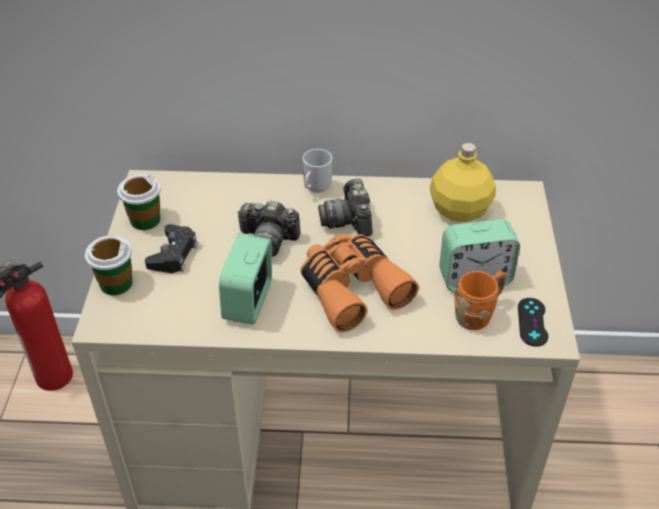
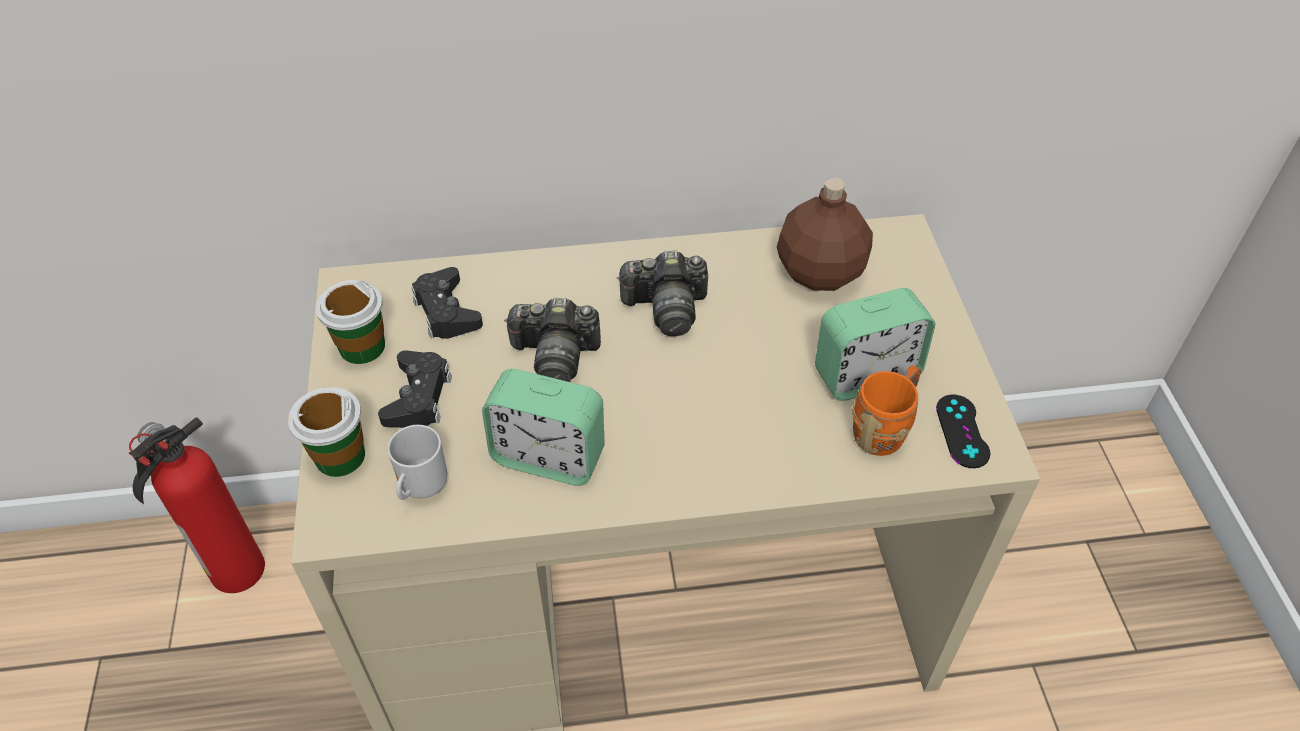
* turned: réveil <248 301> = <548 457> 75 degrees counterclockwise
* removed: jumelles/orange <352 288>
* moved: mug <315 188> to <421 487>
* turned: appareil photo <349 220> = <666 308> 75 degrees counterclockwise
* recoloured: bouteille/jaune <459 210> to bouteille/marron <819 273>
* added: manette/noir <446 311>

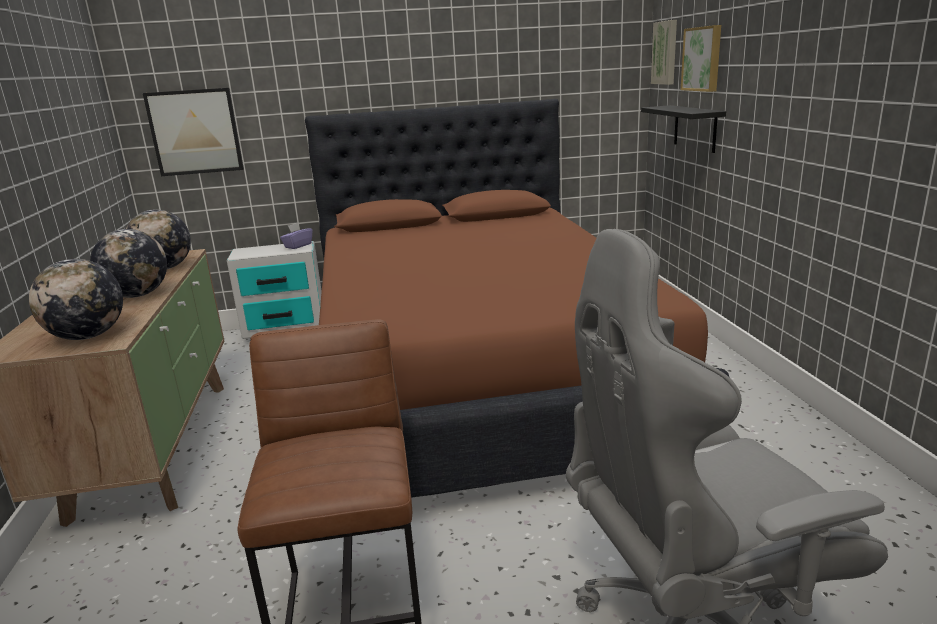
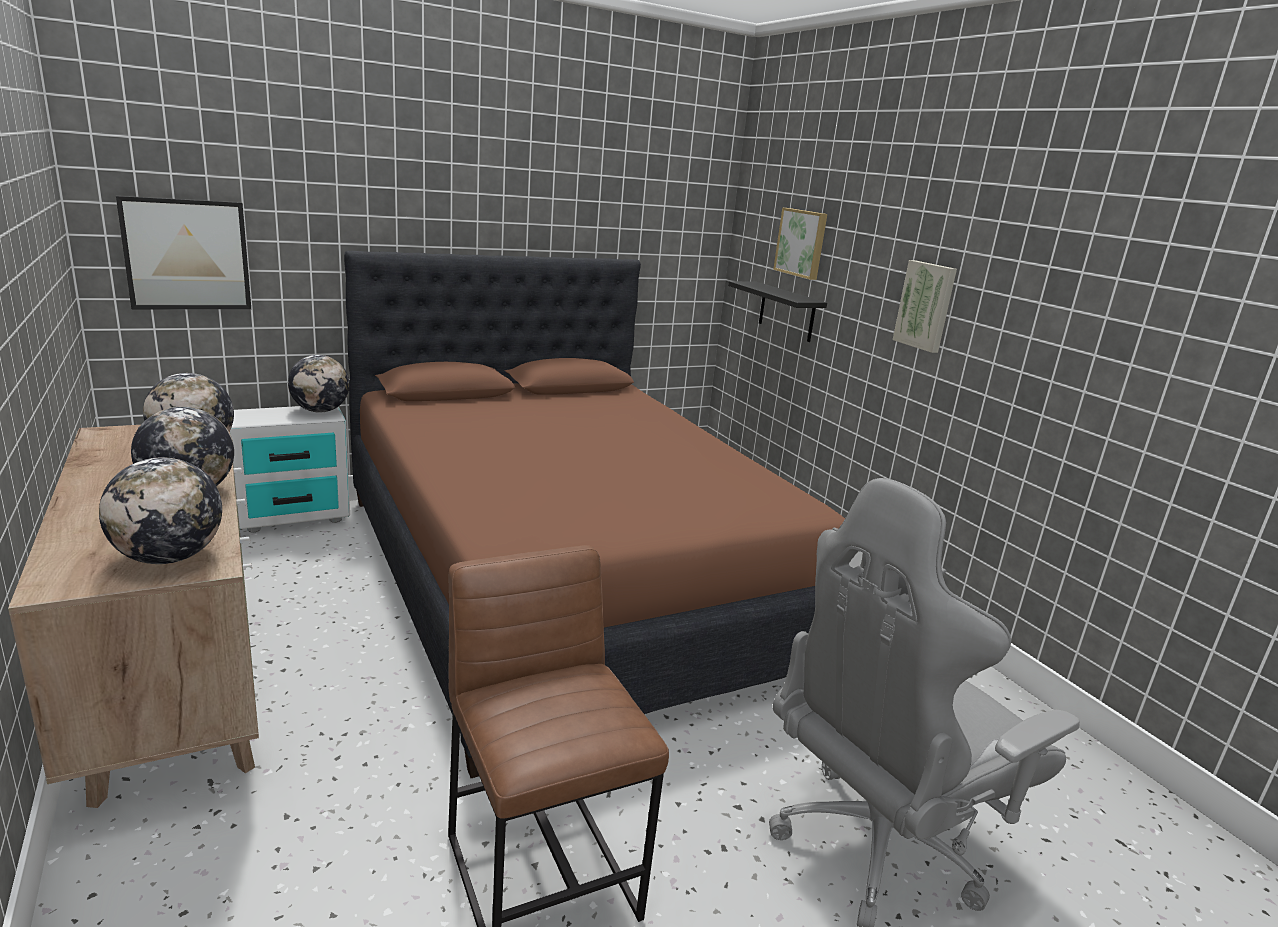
* replaced: boîte à mouchoirs/violet <298 246> to globe <320 411>
* moved: tableau <666 53> to <926 306>

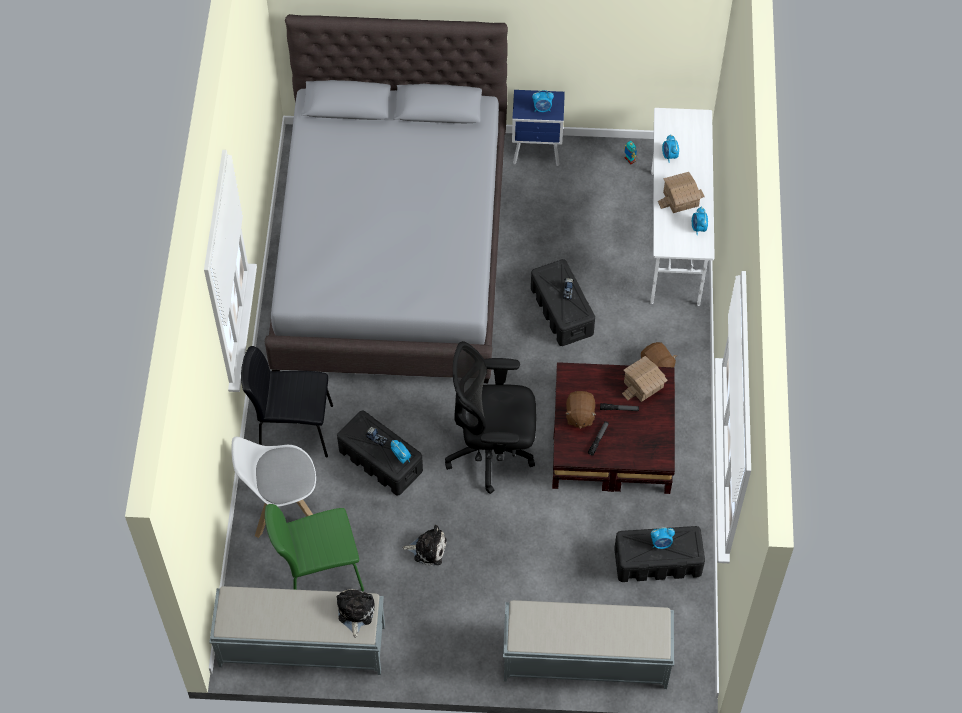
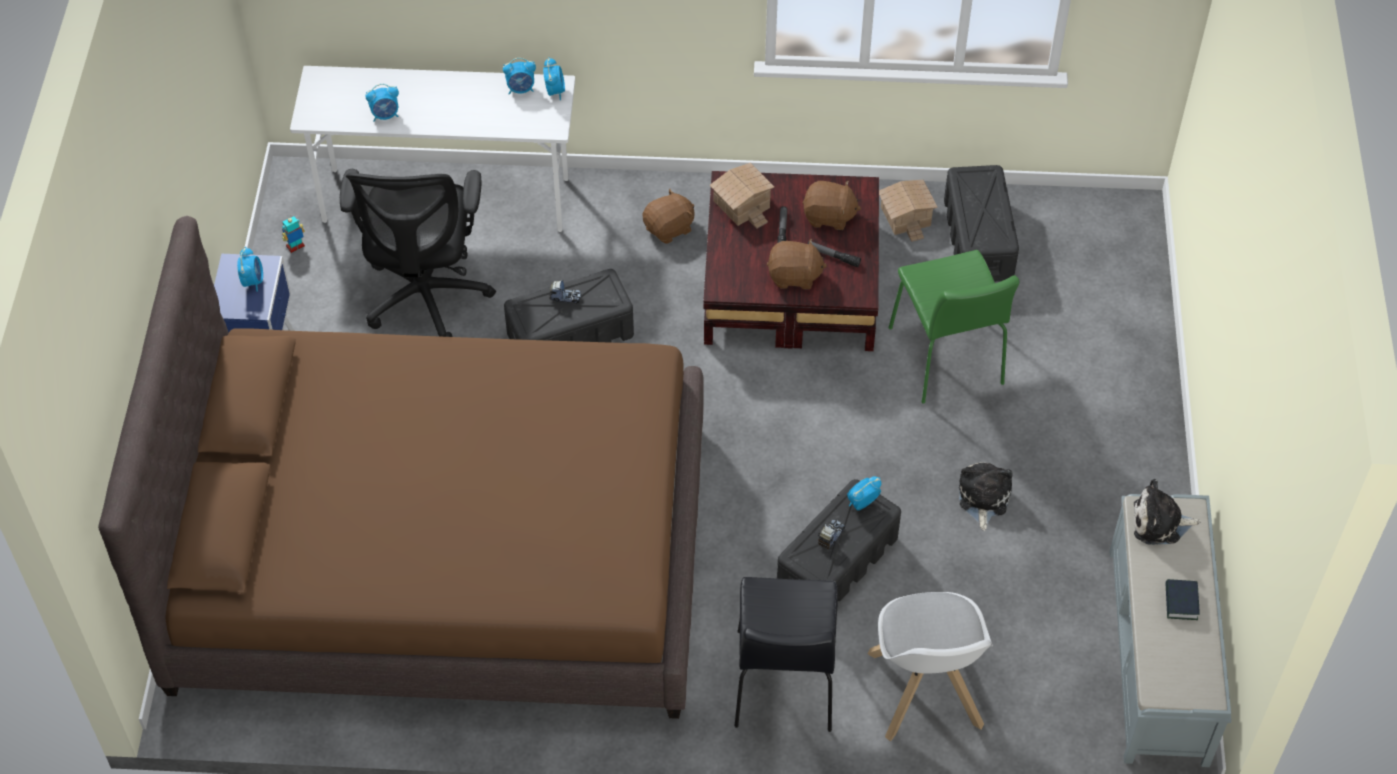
* recoloured: lit/gris <392 251> to lit/marron <442 554>
* moved: chaise/vert <318 573> to <948 359>
* moved: chaise de bureau/noir <494 450> to <425 289>
* removed: banc/gris <584 659>
* moved: réveil <661 543> to <555 91>
* moved: maison miniature <681 200> to <906 216>
* added: peluche/marron <829 216>
* added: livre <1181 602>

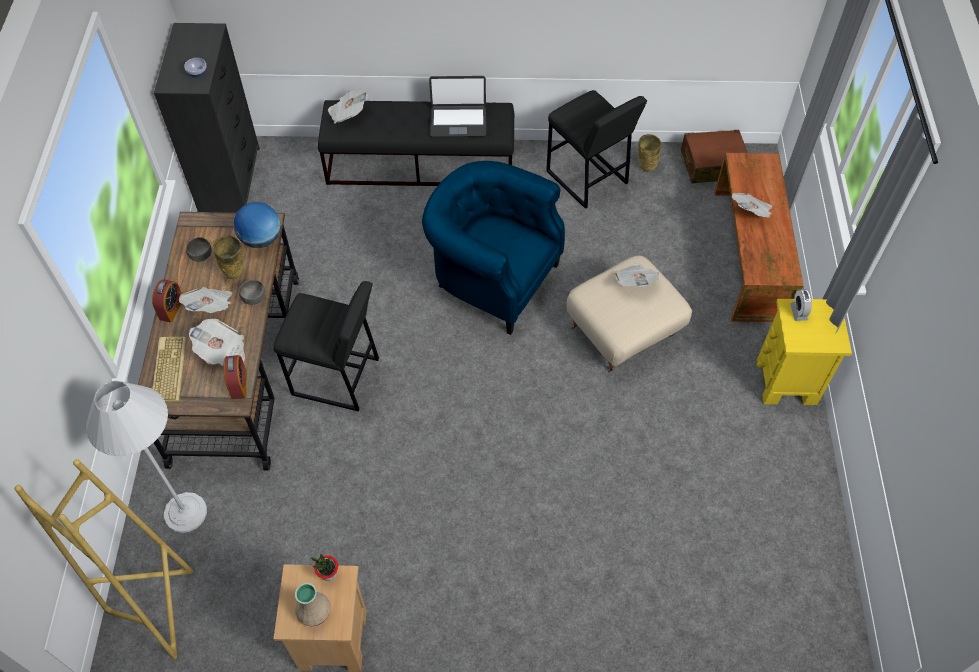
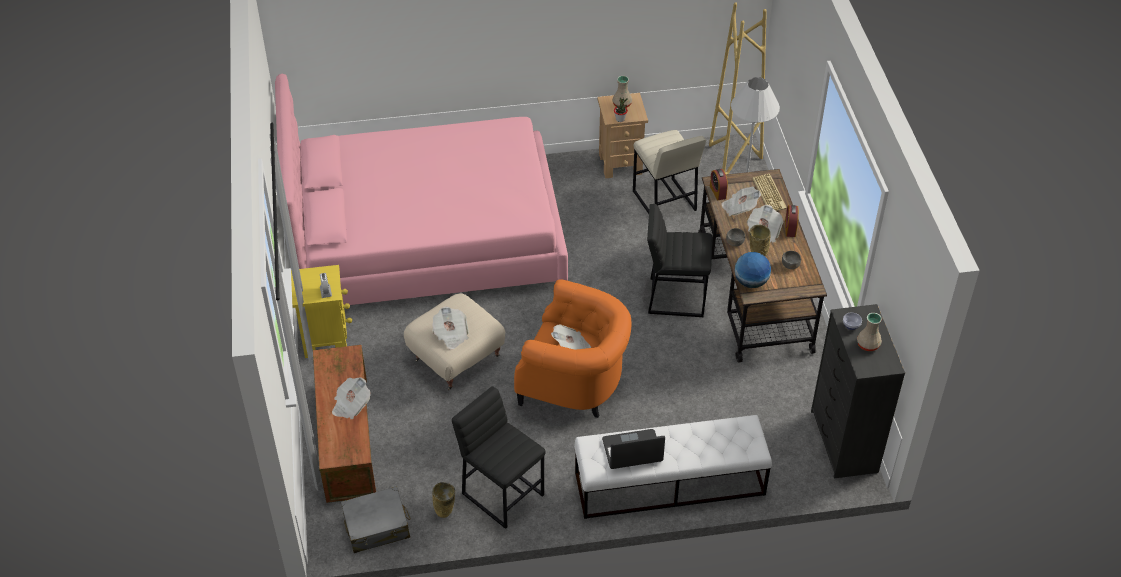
* recoloured: banc/noir <420 164> to banc/blanc <669 484>
* moved: journal <348 113> to <571 346>
* recoloured: fauteuil/bleu <491 278> to fauteuil/orange <574 385>
* recoloured: valise/marron <712 165> to valise/gris <377 526>
* added: lit/rose <426 239>
* added: chaise/beige <665 201>
* added: vase/beige <868 344>

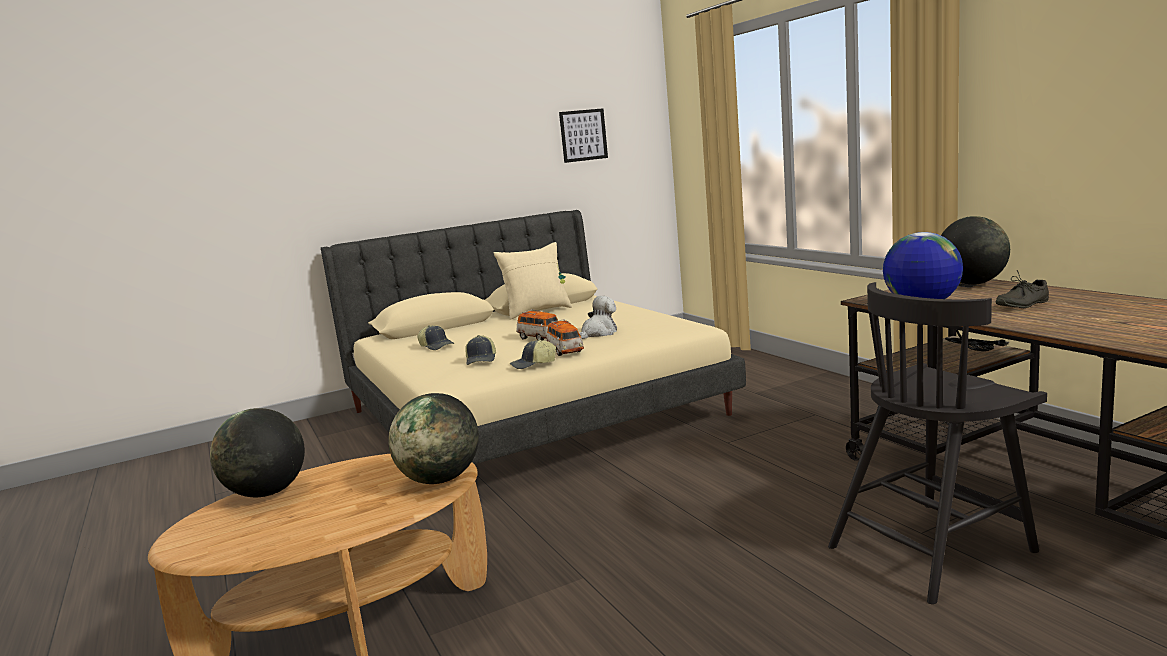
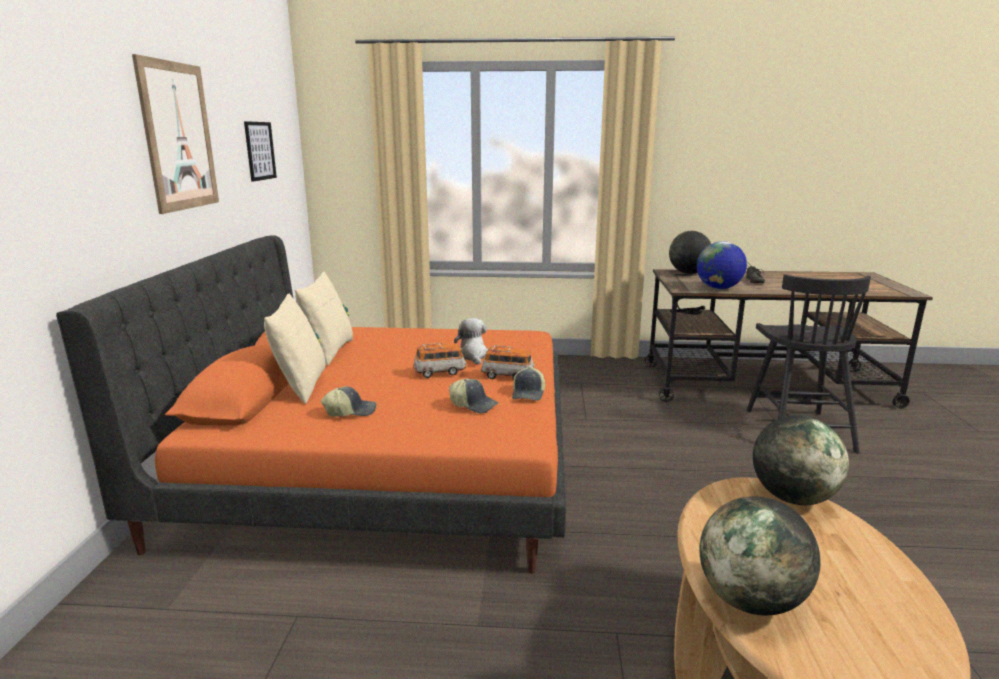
* recoloured: lit/beige <530 413> to lit/orange <384 460>
* added: tableau <178 136>
* added: coussin/beige <301 387>

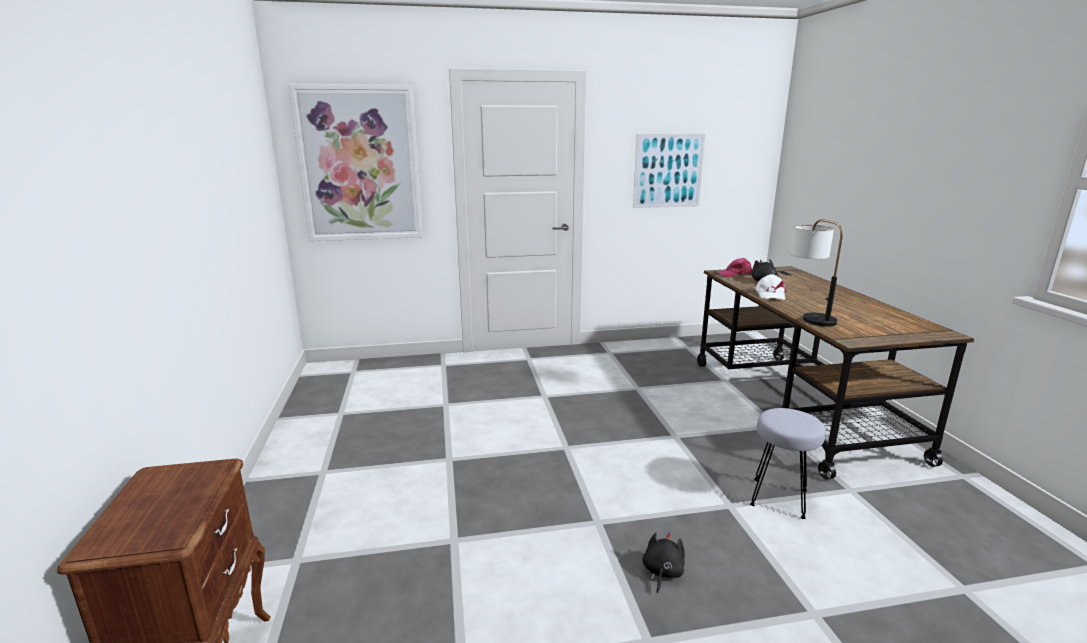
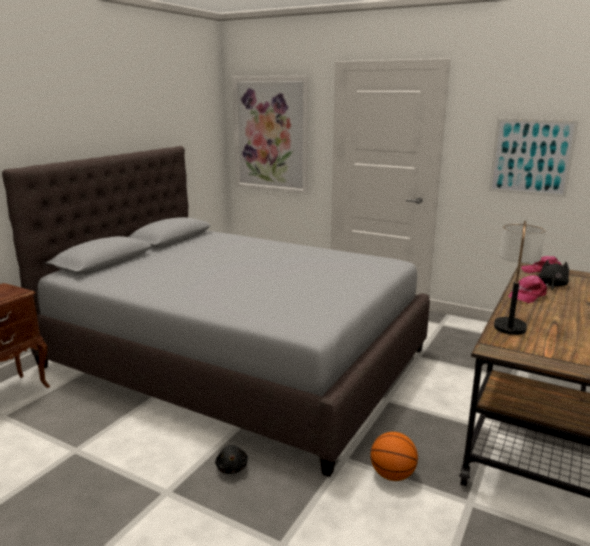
* turned: peluche/noir <662 572> = <232 467> 105 degrees clockwise
* replaced: tabouret/gris <779 498> to ballon de basket <392 475>
* recoloured: casquette/blanc <770 294> to casquette/rose <527 295>
* added: lit/gris <236 358>

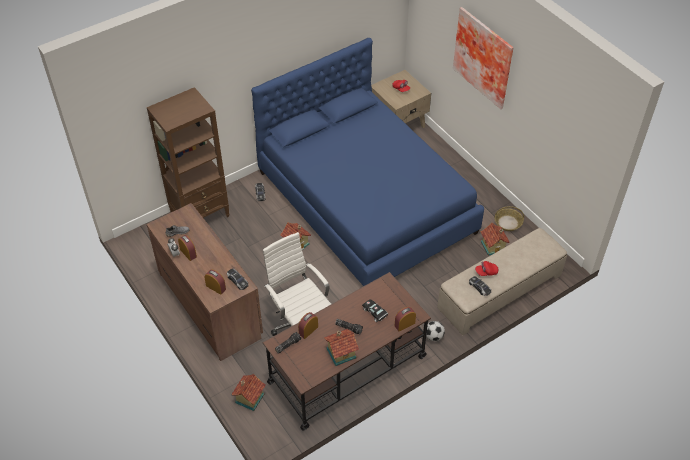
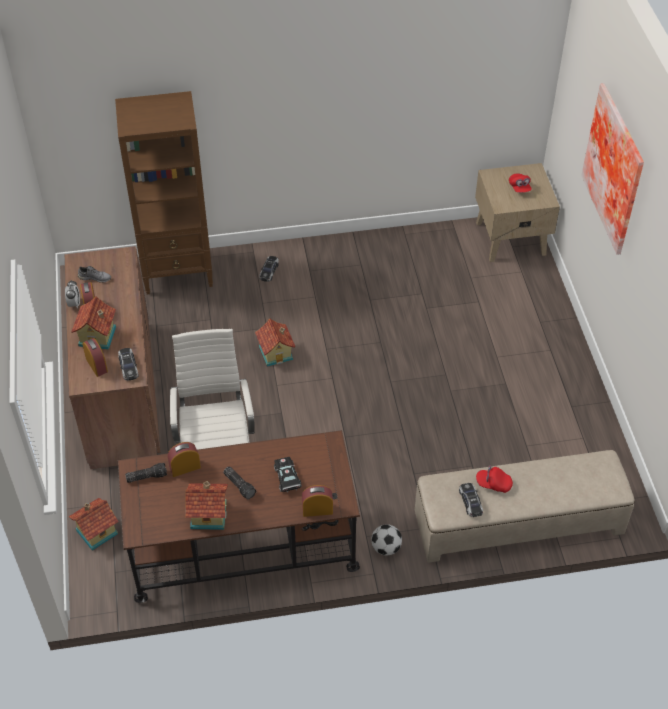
* removed: lit/bleu <366 202>
* moved: maison miniature <493 246> to <98 336>
* removed: panier <507 223>

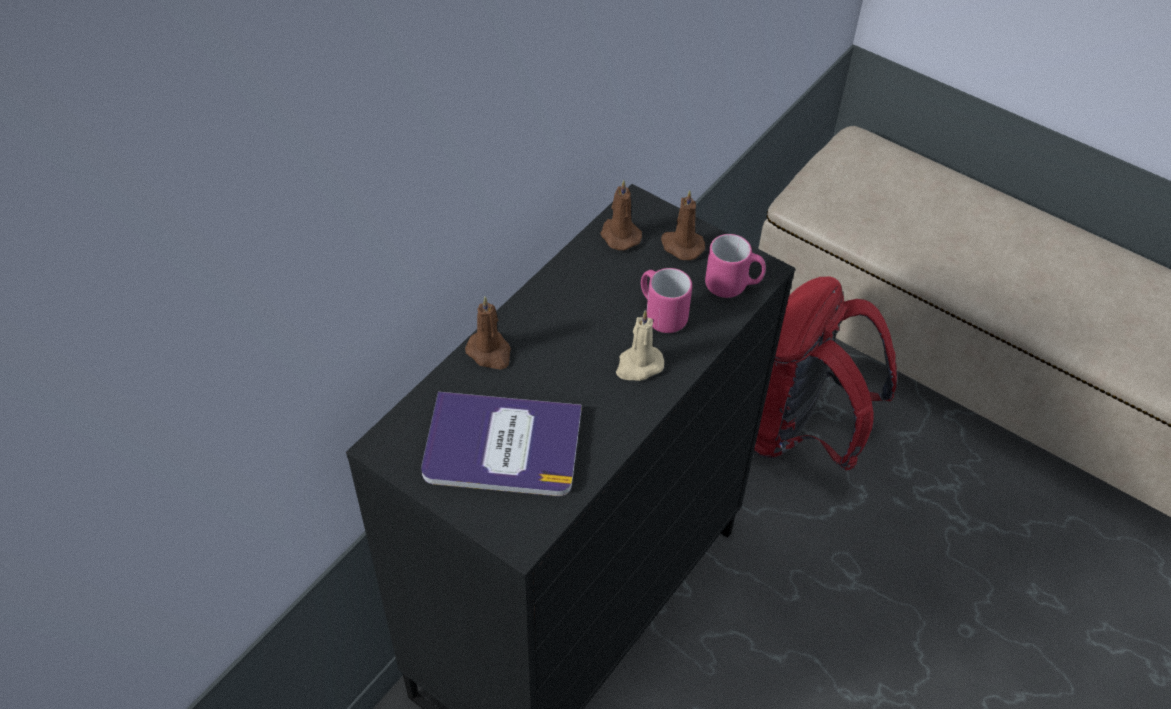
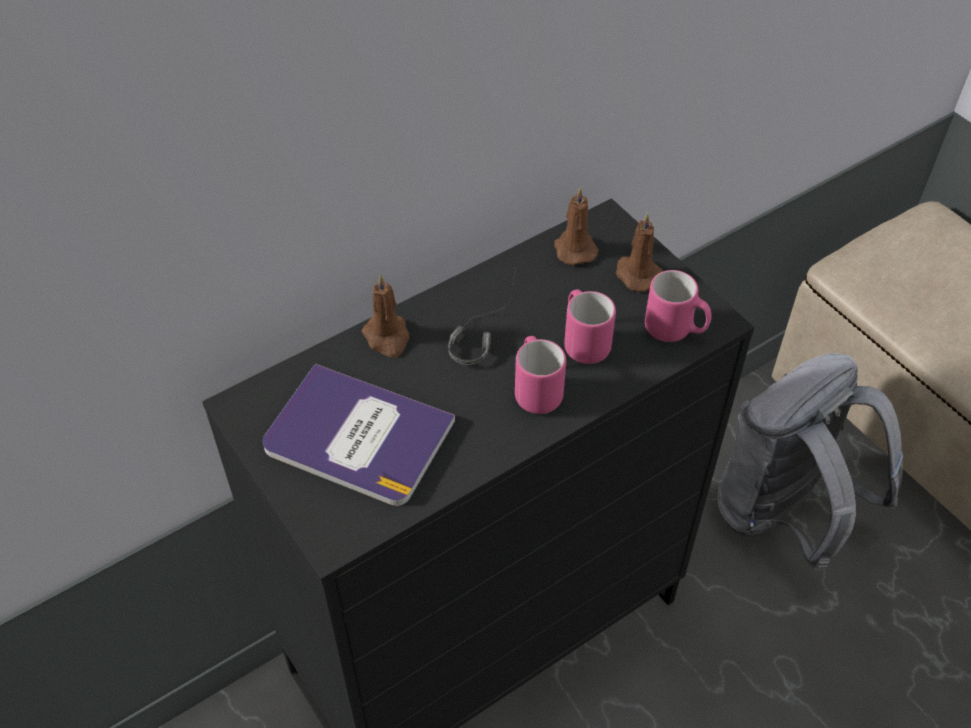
* replaced: bougie/beige <638 365> to mug/rose <536 389>
* recoloured: sac à dos/rouge <798 432> to sac à dos/gris <784 516>
* added: casque audio <481 324>

